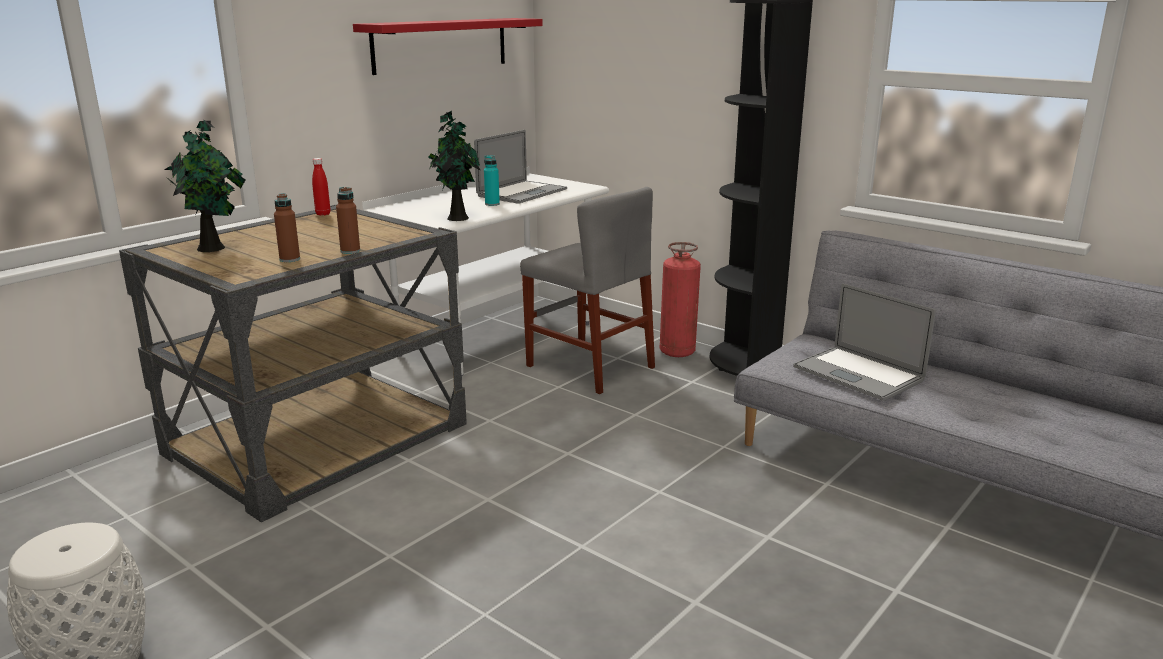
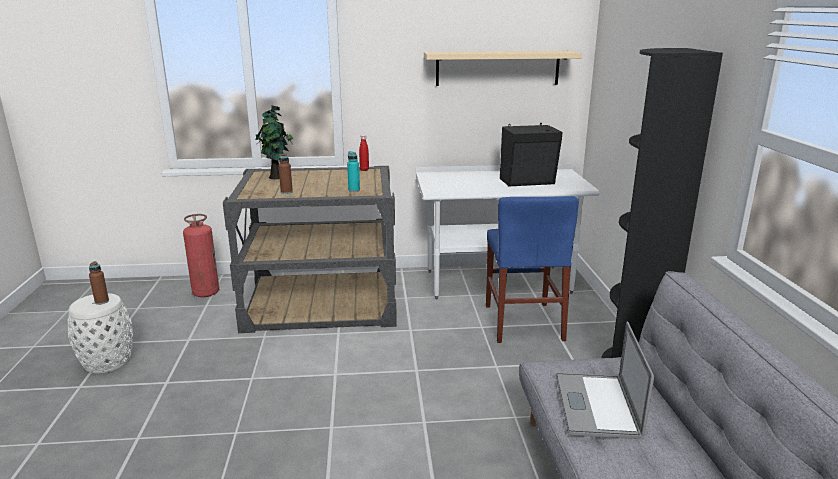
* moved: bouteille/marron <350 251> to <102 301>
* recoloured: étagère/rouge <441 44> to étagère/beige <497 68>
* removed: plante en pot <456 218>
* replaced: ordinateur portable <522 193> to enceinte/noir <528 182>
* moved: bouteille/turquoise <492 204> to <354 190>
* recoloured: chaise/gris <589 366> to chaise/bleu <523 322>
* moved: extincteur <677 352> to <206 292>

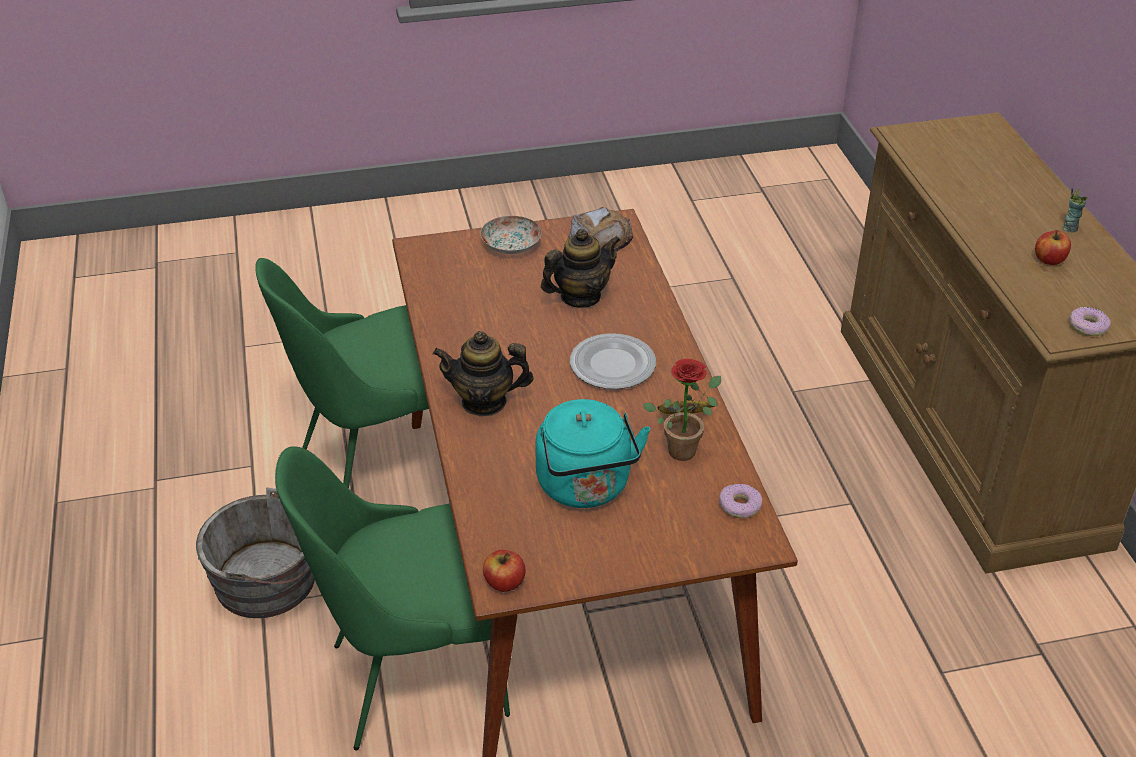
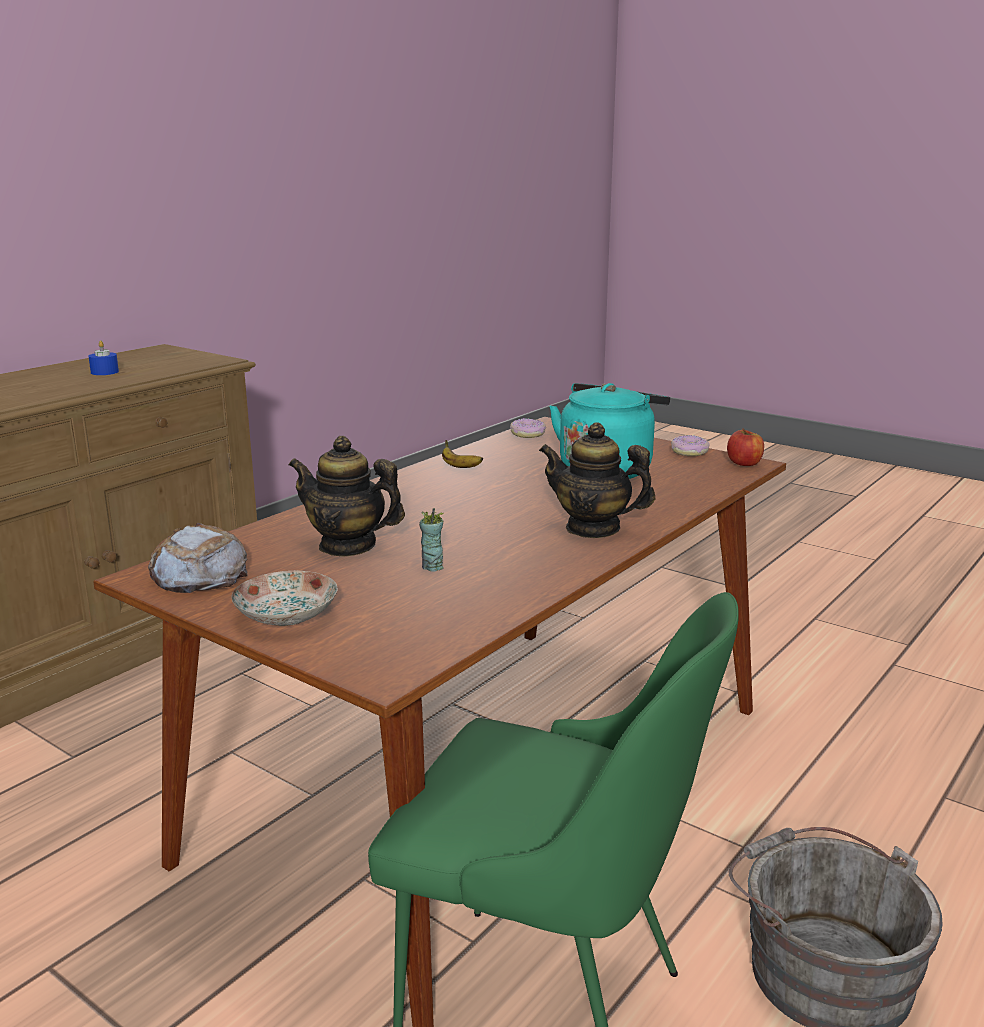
* removed: chaise/vert <418 681>
* turned: théière <484 402> = <593 528> 150 degrees clockwise
* removed: assiette <611 365>
* removed: plante en pot <684 447>
* replaced: pomme <1049 260> to bougie/bleu <104 372>
* moved: tasse <1069 228> to <432 567>
* moved: beignet <1087 327> to <689 452>

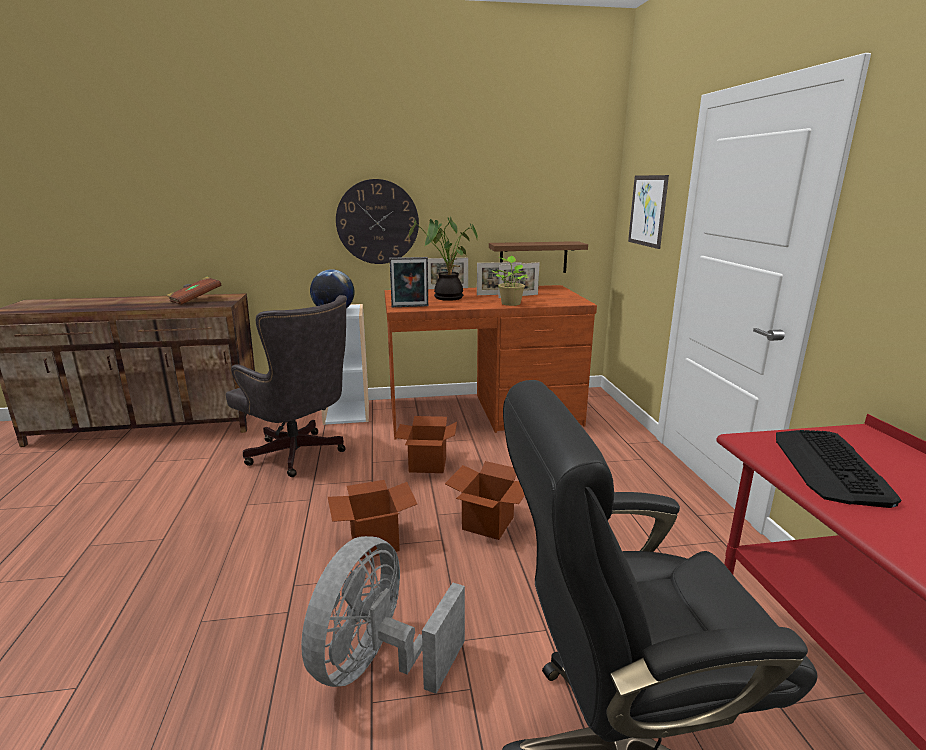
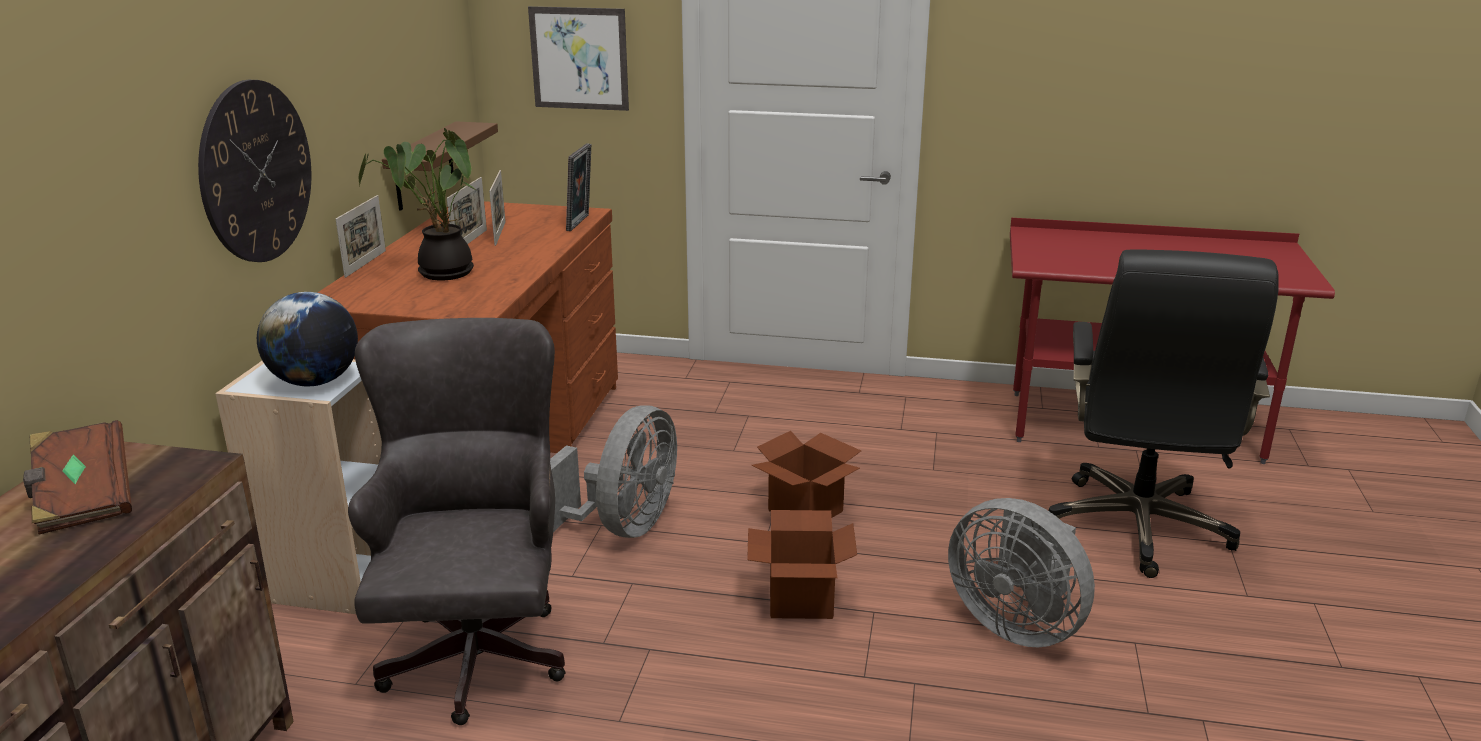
* turned: chaise de bureau/gris <299 455> = <477 652> 60 degrees counterclockwise
* moved: cadre photo <410 307> to <581 223>
* replaced: carton <428 464> to ventilateur/gris <623 527>
* removed: plante en pot <510 303>
* removed: clavier <829 467>

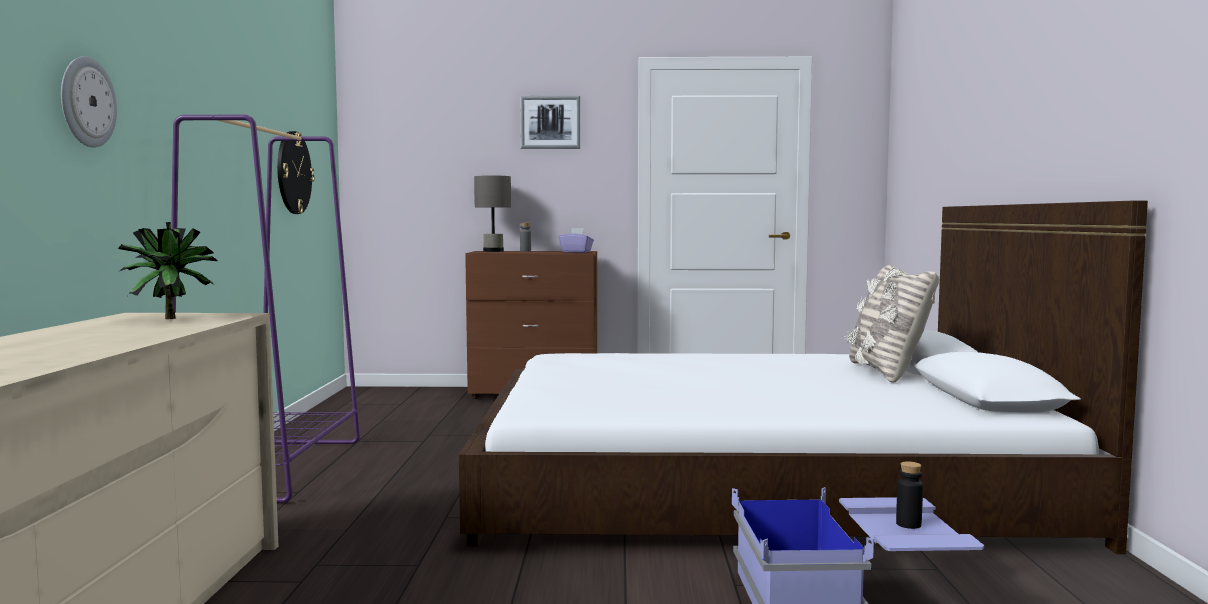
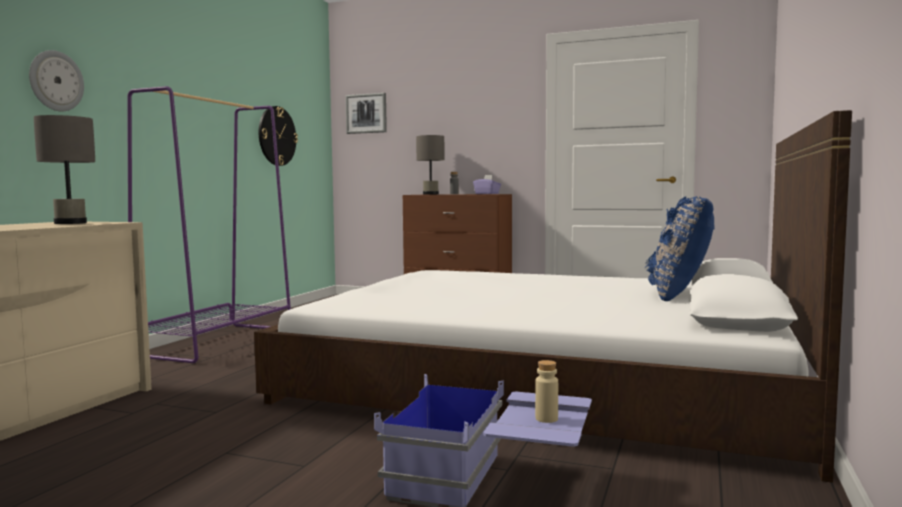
* replaced: plante en pot <170 318> to lampe de table/gris <70 223>
* moved: tableau <550 122> to <366 113>
* recoloured: coussin/beige <885 372> to coussin/bleu <677 293>
* recoloured: bouteille/noir <908 524> to bouteille/beige <546 419>

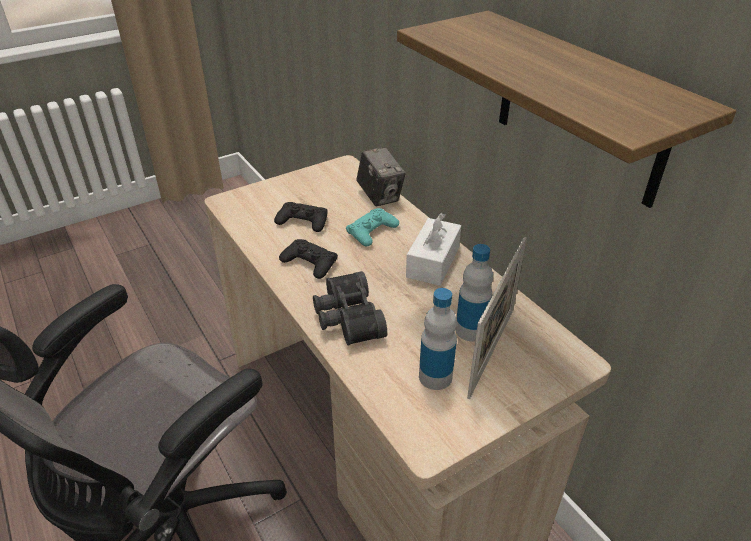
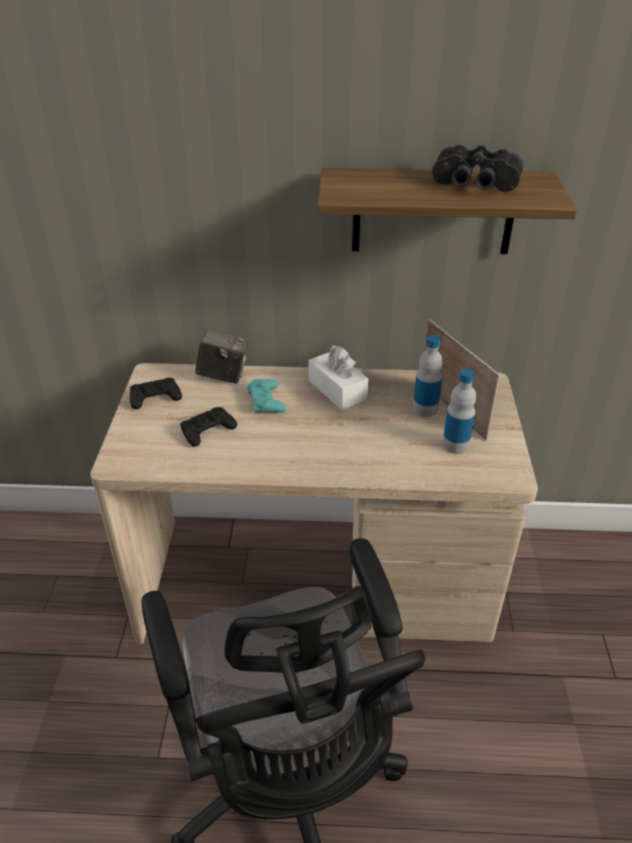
* moved: manette/noir <309 263> to <155 397>
* moved: jumelles/noir <346 318> to <474 185>

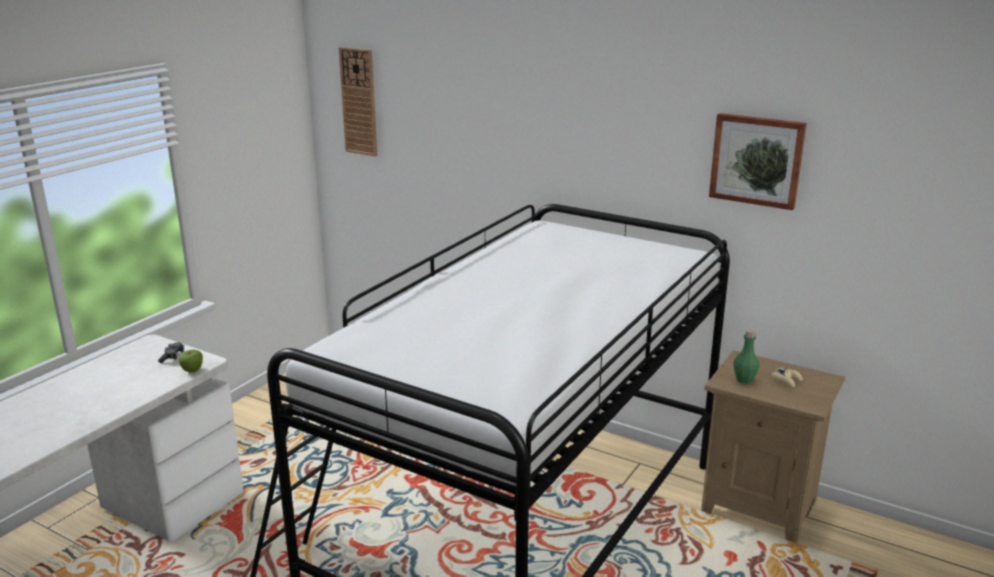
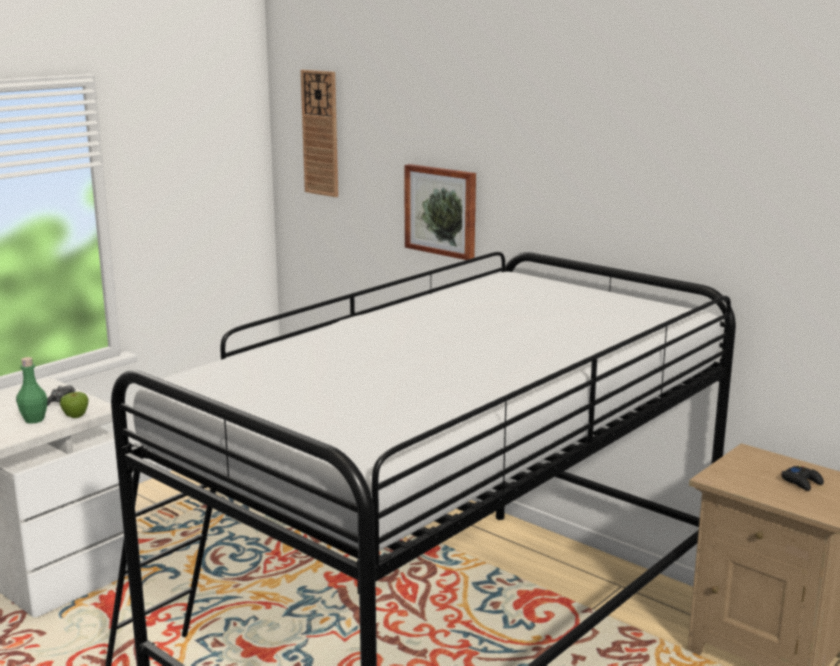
* moved: tableau <757 160> to <441 211>
* moved: bouteille/vert <744 380> to <34 420>
* recoloured: manette/beige <786 380> to manette/noir <802 482>

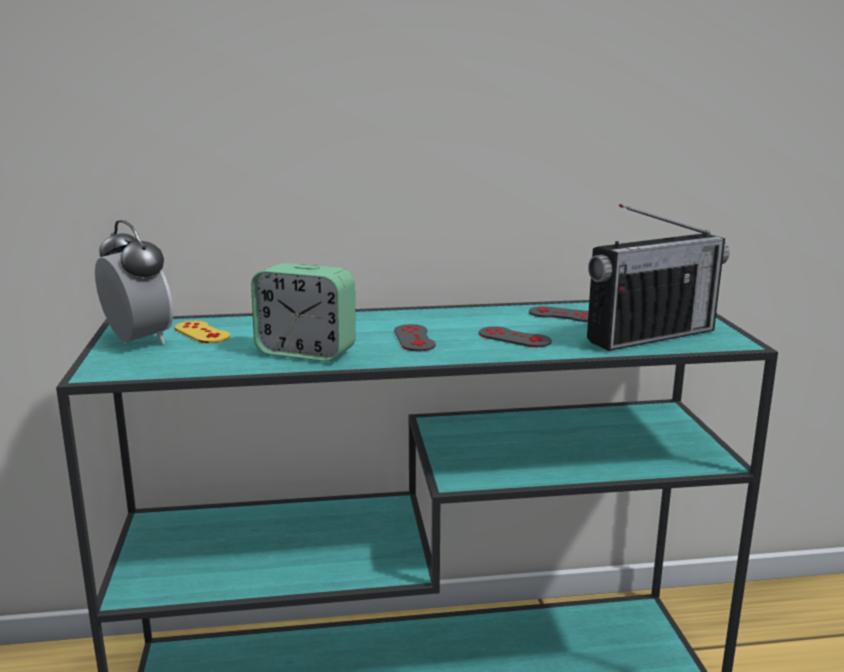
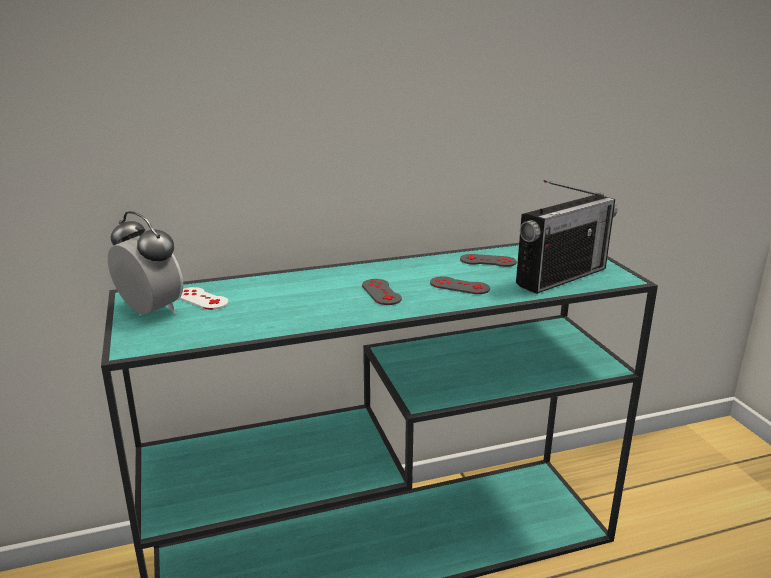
* recoloured: manette/jaune <202 332> to manette/blanc <202 299>
* removed: réveil <306 352>

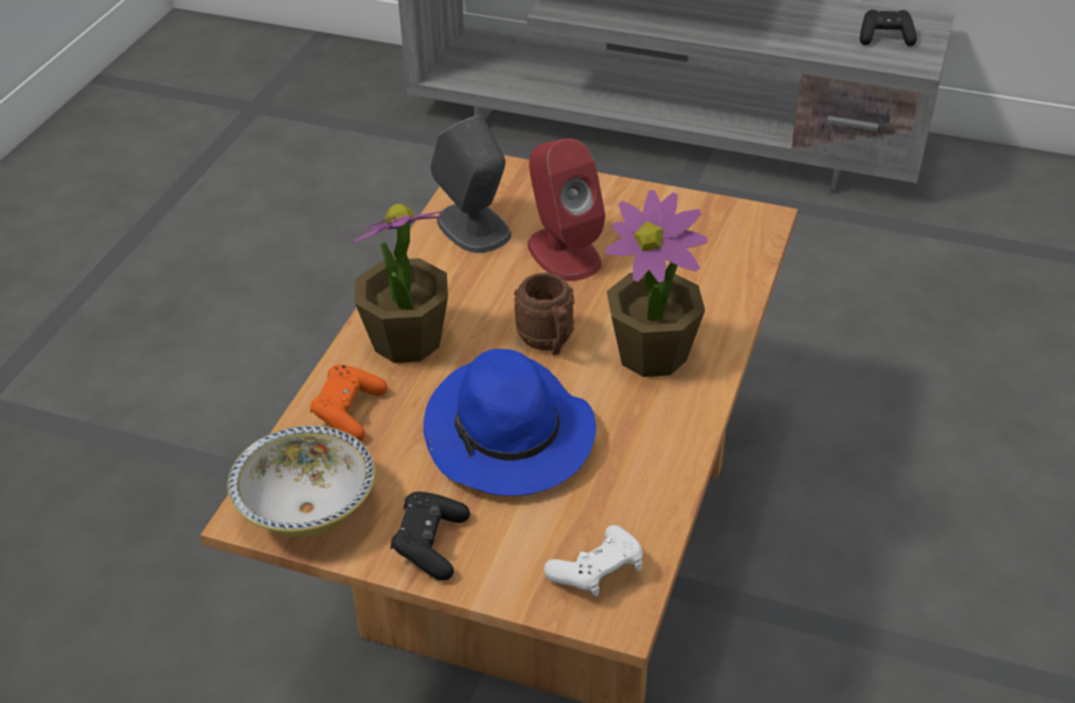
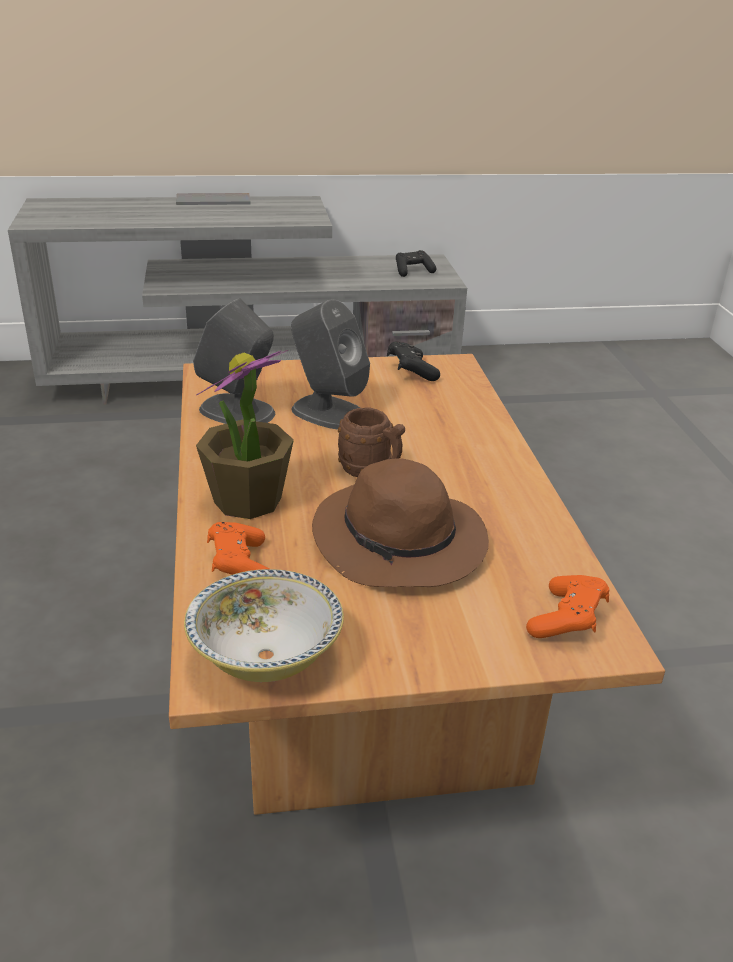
* moved: manette/noir <430 544> to <411 372>
* recoloured: chapeau/bleu <510 436> to chapeau/marron <401 544>
* recoloured: enceinte/rouge <563 253> to enceinte/gris <327 412>
* recoloured: manette/blanc <597 573> to manette/orange <567 621>
* removed: plante en pot <653 353>

